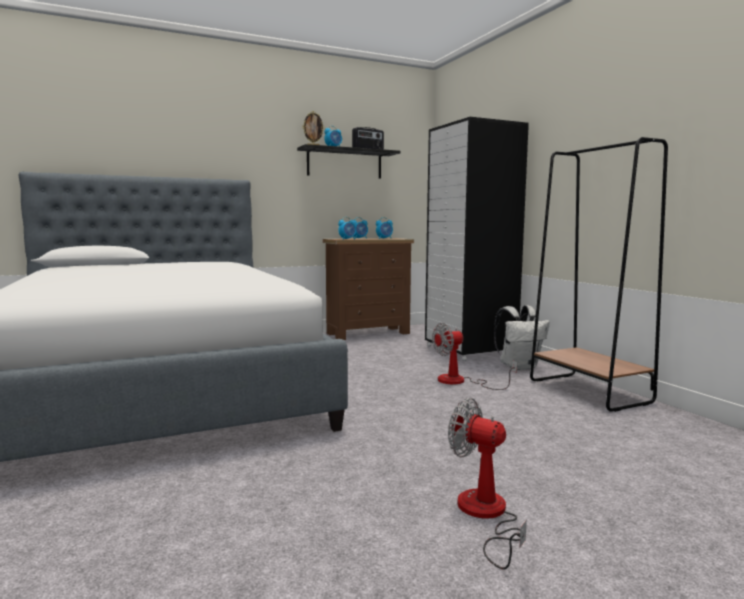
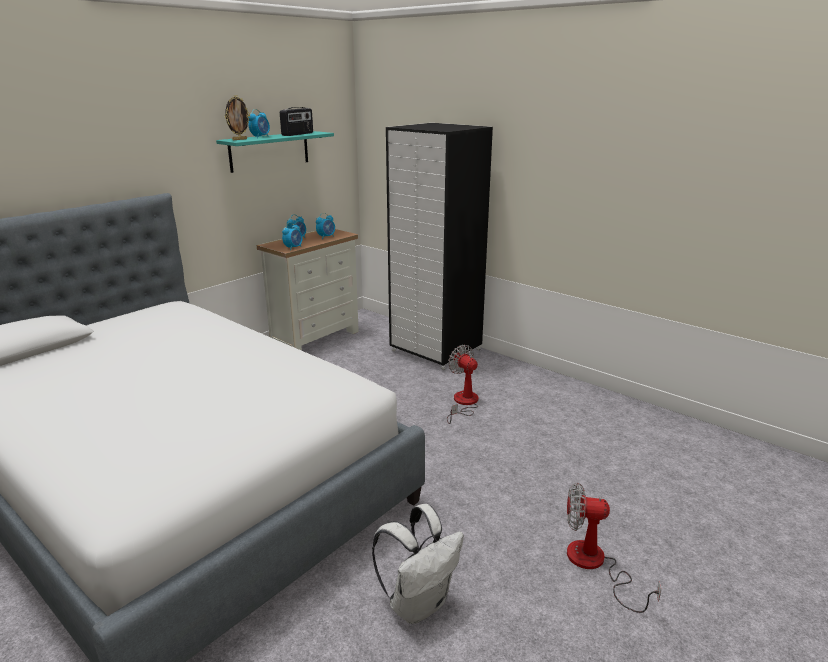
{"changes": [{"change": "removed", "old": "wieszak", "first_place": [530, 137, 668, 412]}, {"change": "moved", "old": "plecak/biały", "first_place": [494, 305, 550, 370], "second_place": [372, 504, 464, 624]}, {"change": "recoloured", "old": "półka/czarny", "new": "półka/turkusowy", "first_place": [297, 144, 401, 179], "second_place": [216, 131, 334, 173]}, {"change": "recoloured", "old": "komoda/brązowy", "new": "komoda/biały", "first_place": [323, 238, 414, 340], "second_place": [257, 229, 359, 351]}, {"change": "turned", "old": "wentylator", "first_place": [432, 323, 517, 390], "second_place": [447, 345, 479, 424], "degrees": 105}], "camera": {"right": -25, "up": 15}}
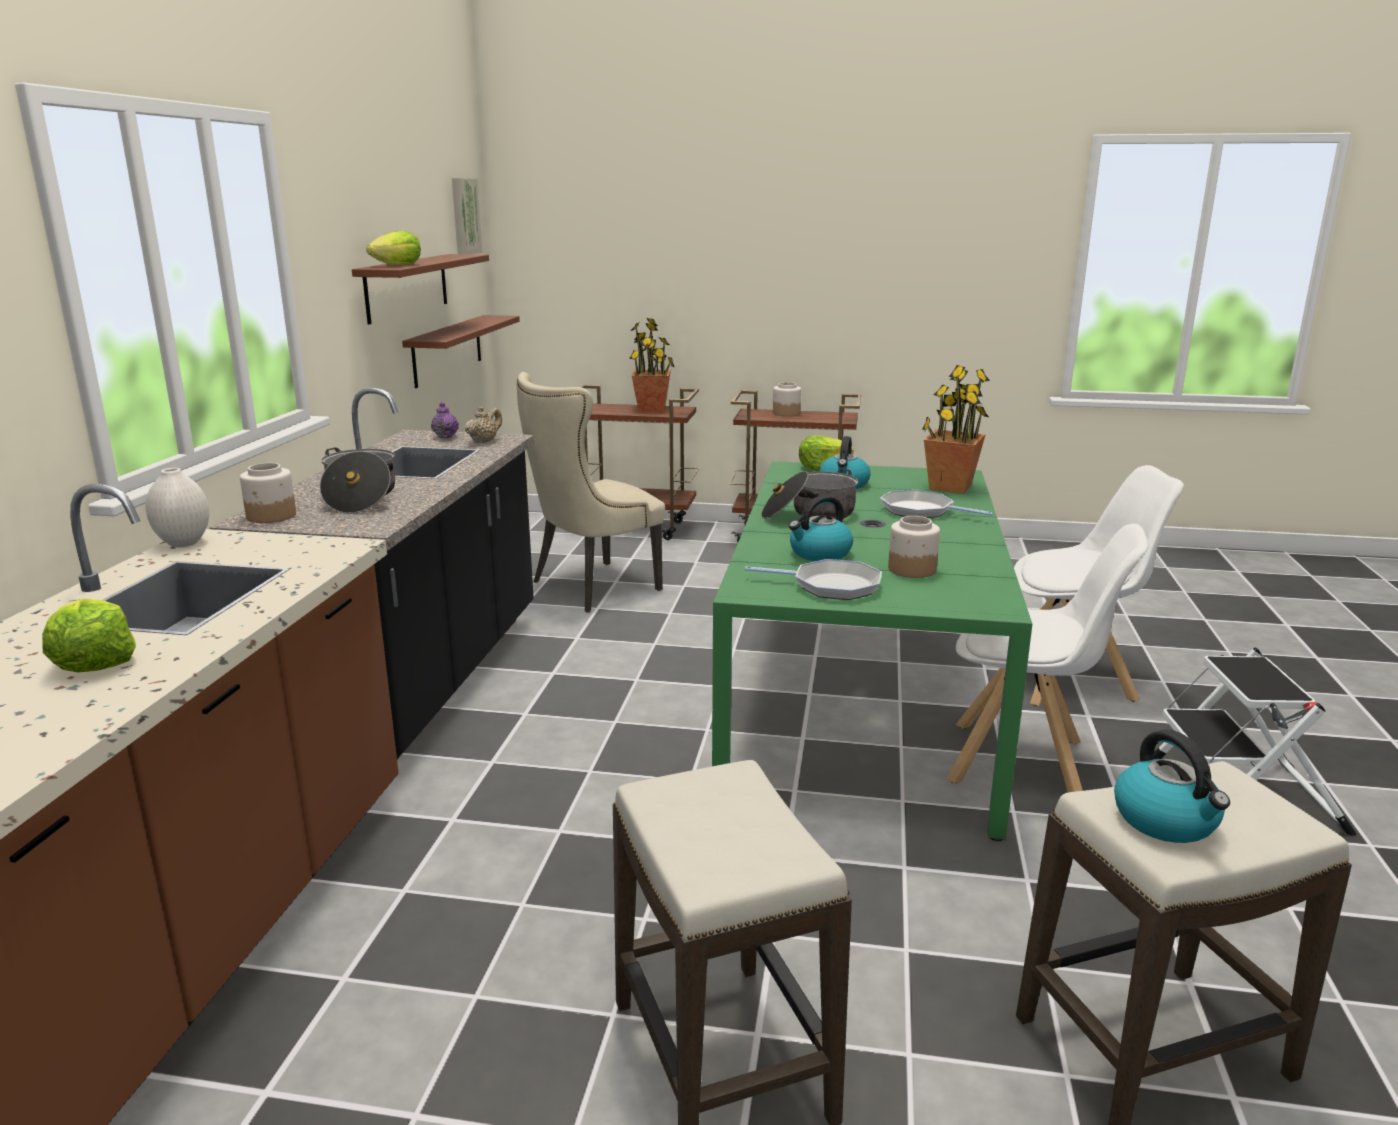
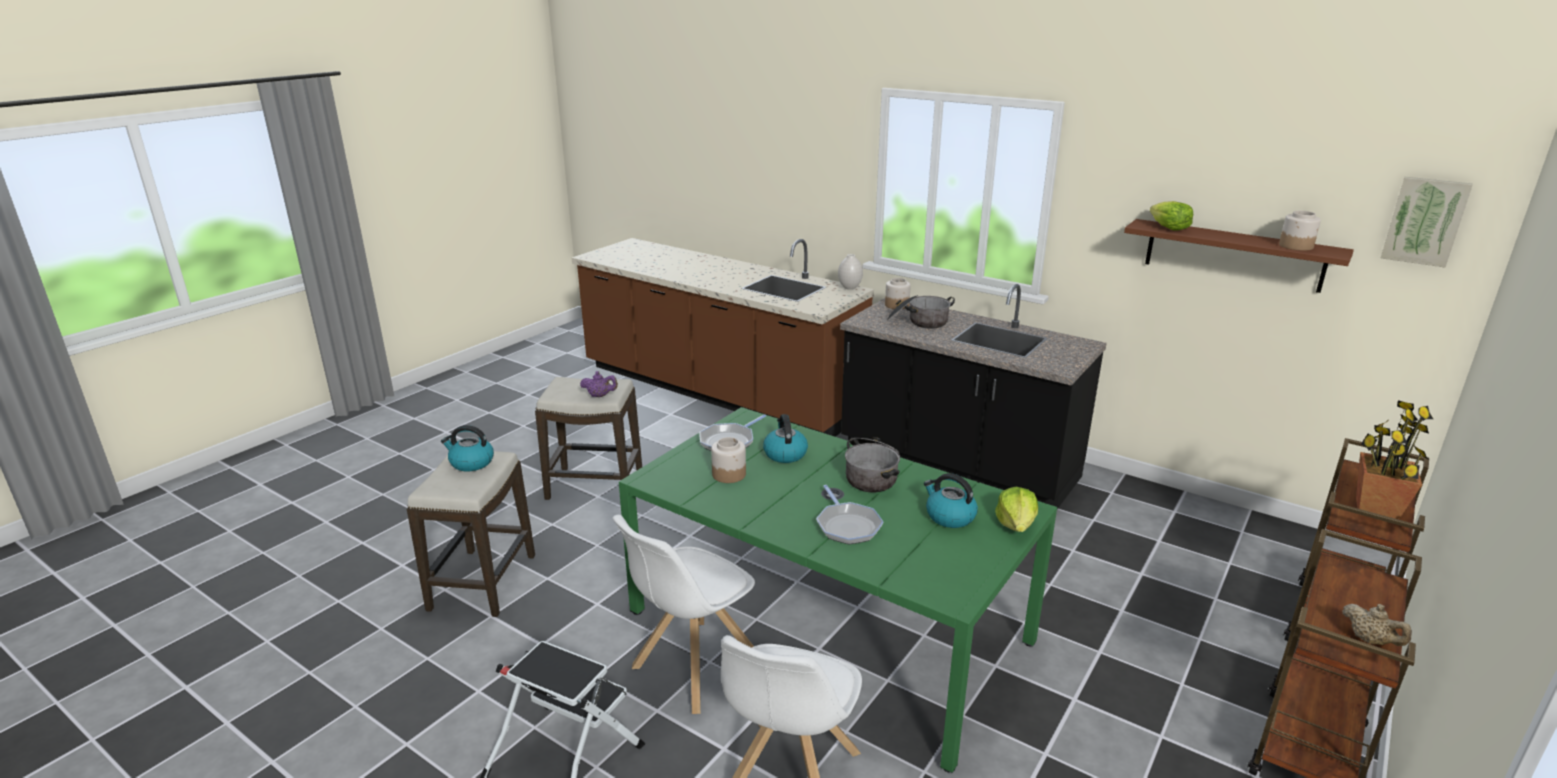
{"changes": [{"change": "removed", "old": "sałata", "first_place": [42, 598, 136, 672]}, {"change": "removed", "old": "półka/brązowy", "first_place": [402, 315, 520, 388]}, {"change": "removed", "old": "krzesło/beżowy", "first_place": [517, 372, 665, 613]}, {"change": "removed", "old": "roślina doniczkowa", "first_place": [922, 365, 990, 494]}, {"change": "moved", "old": "imbryk/fioletowy", "first_place": [431, 402, 459, 438], "second_place": [580, 371, 618, 397]}, {"change": "moved", "old": "imbryk/beżowy", "first_place": [465, 406, 502, 443], "second_place": [1342, 604, 1412, 646]}, {"change": "moved", "old": "słoik", "first_place": [773, 382, 801, 417], "second_place": [1279, 211, 1321, 251]}, {"change": "turned", "old": "patelnia", "first_place": [880, 490, 993, 518], "second_place": [816, 485, 883, 544], "degrees": 105}], "camera": {"right": 115, "up": 5}}
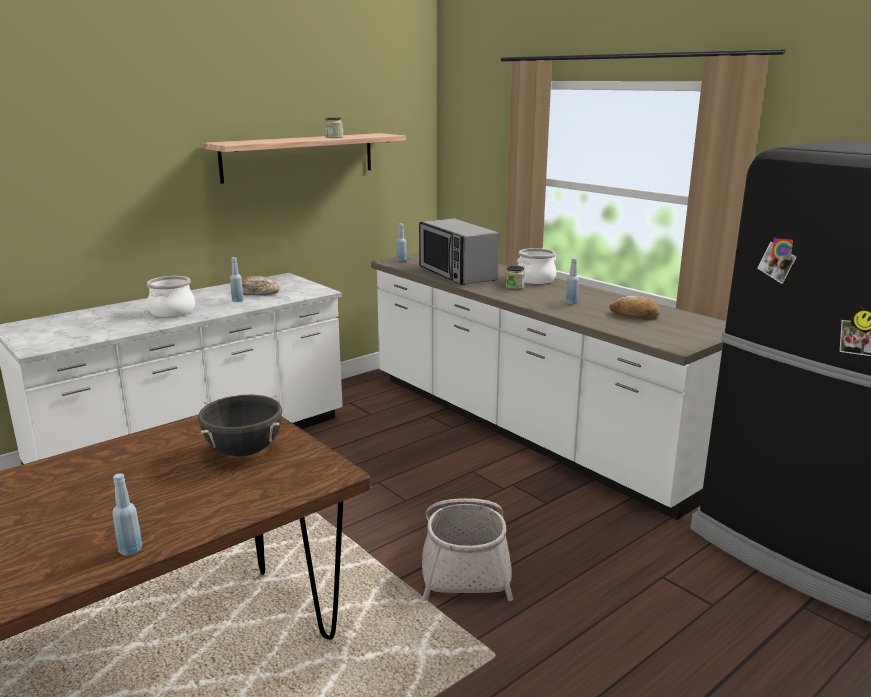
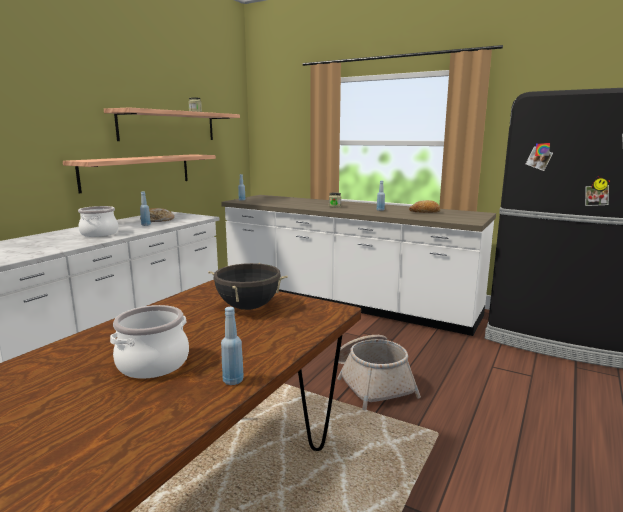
{"changes": [{"change": "removed", "old": "mikrofalówka", "first_place": [419, 218, 499, 285]}, {"change": "added", "new": "półka", "second_place": [63, 154, 216, 194]}, {"change": "moved", "old": "garnek", "first_place": [517, 248, 556, 284], "second_place": [110, 305, 189, 379]}], "camera": {"right": -20, "up": -5}}
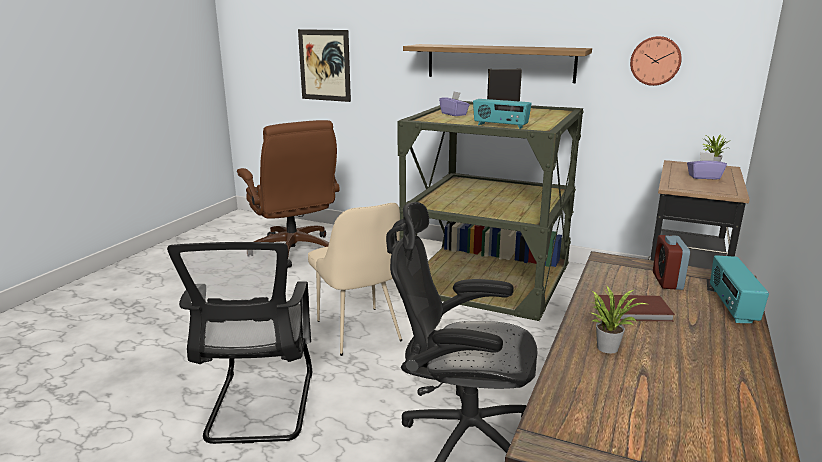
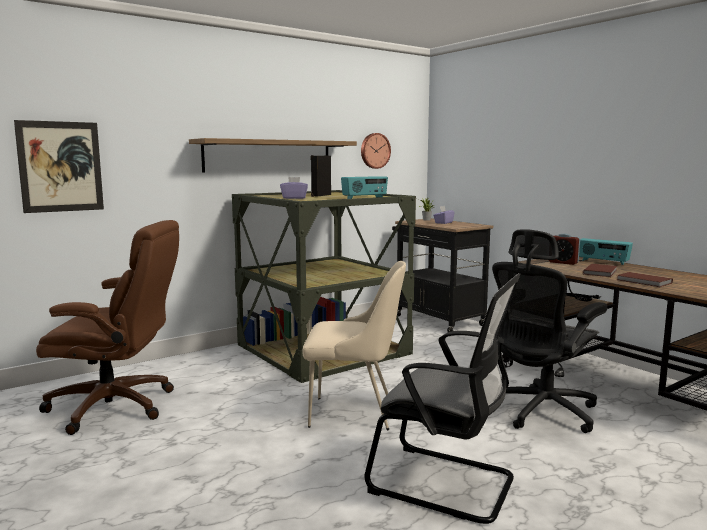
{"changes": [{"change": "replaced", "old": "roślina doniczkowa", "new": "książka/brązowy", "first_place": [590, 286, 646, 353], "second_place": [617, 272, 673, 287]}], "camera": {"right": -60, "up": -10}}
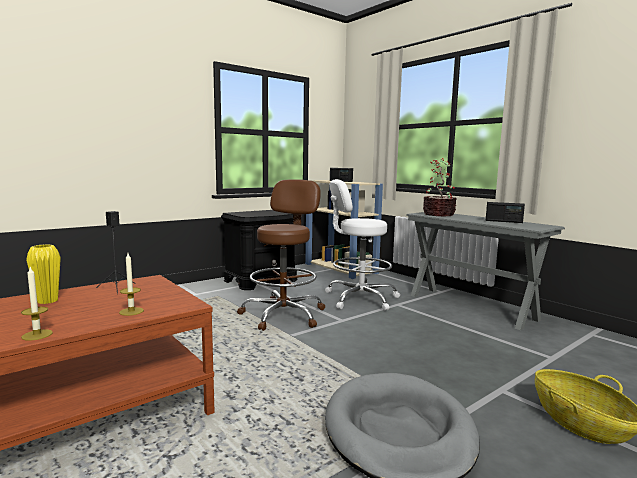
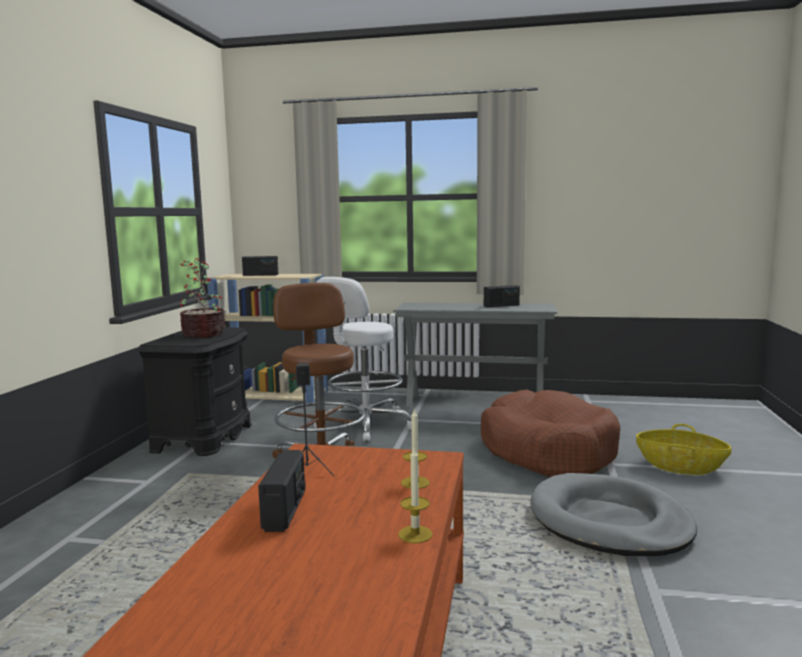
{"changes": [{"change": "added", "new": "legowisko/brązowy", "second_place": [481, 390, 620, 477]}, {"change": "moved", "old": "roślina doniczkowa", "first_place": [423, 158, 457, 216], "second_place": [180, 258, 226, 338]}, {"change": "replaced", "old": "wazon/żółty", "new": "radio", "first_place": [26, 244, 61, 304], "second_place": [258, 450, 306, 532]}], "camera": {"right": -40, "up": 0}}
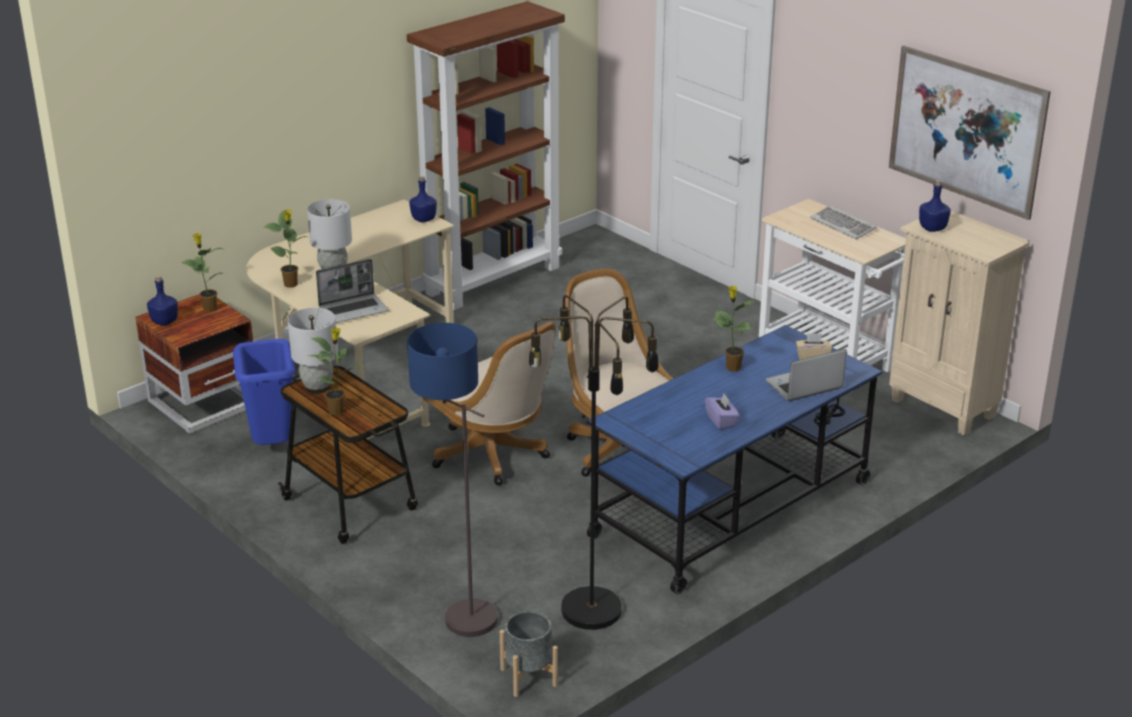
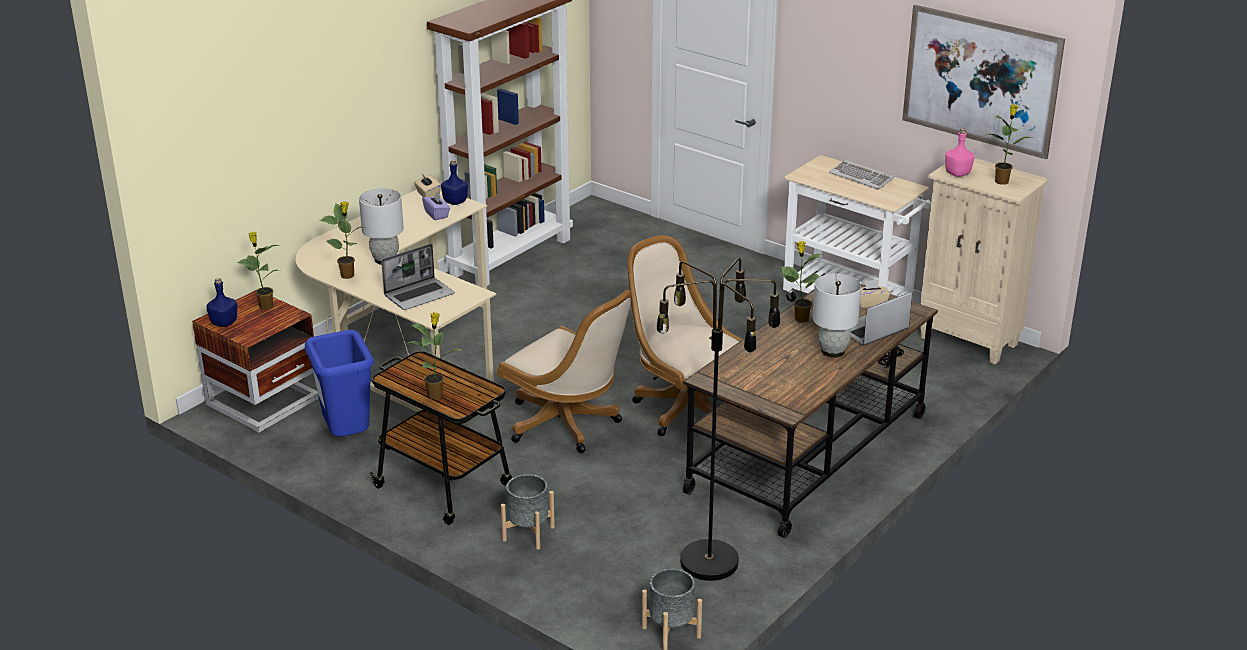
{"changes": [{"change": "removed", "old": "lampa stojąca/niebieski", "first_place": [407, 323, 498, 637]}, {"change": "added", "new": "pudełko chusteczek/beżowy", "second_place": [414, 174, 441, 197]}, {"change": "added", "new": "donica/szary", "second_place": [501, 474, 555, 550]}, {"change": "added", "new": "roślina doniczkowa", "second_place": [986, 104, 1033, 185]}, {"change": "moved", "old": "lampa stołowa/biały", "first_place": [288, 308, 338, 394], "second_place": [812, 274, 861, 358]}, {"change": "moved", "old": "pudełko chusteczek/fioletowy", "first_place": [705, 394, 740, 429], "second_place": [422, 191, 450, 220]}, {"change": "recoloured", "old": "biurko/niebieski", "new": "biurko/brązowy", "first_place": [587, 325, 882, 594], "second_place": [683, 284, 938, 538]}, {"change": "recoloured", "old": "butelka/niebieski", "new": "butelka/różowy", "first_place": [919, 180, 951, 232], "second_place": [945, 128, 975, 177]}], "camera": {"right": -10, "up": 0}}
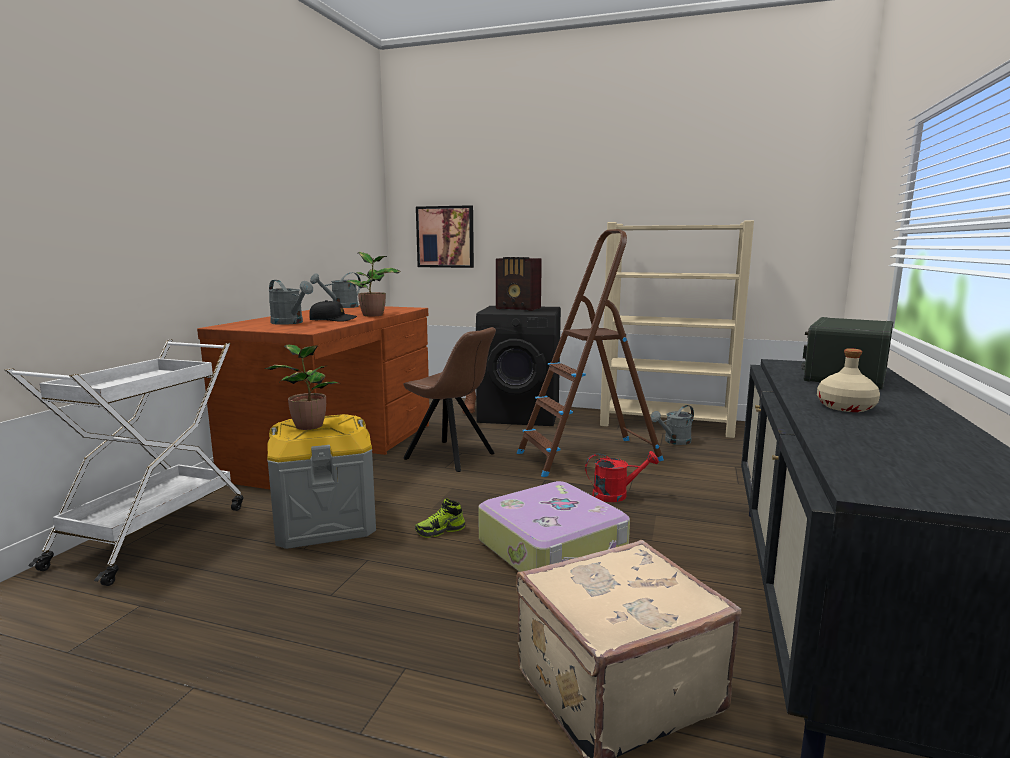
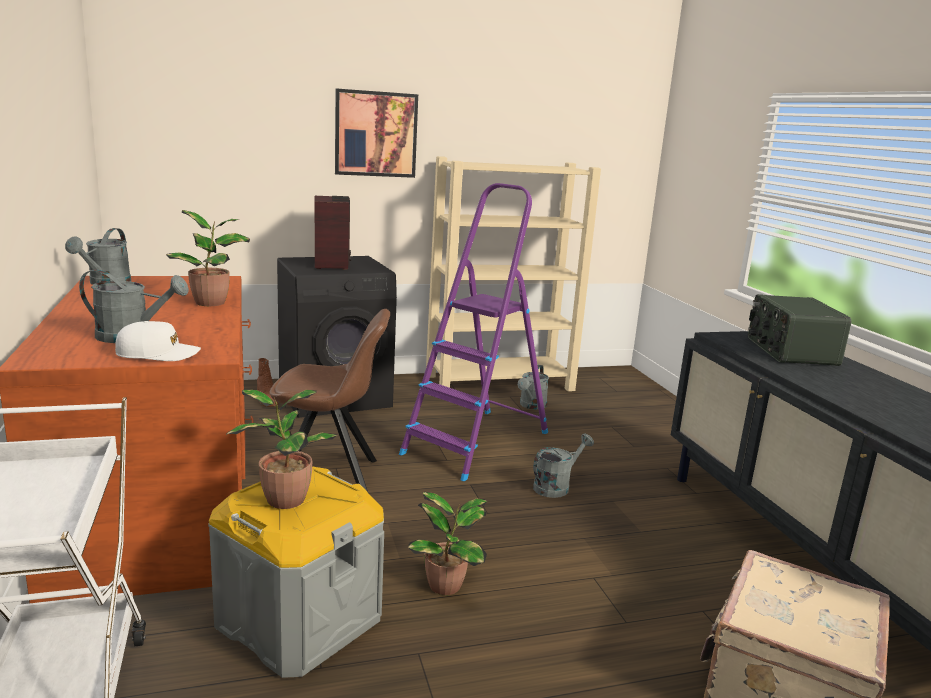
{"changes": [{"change": "removed", "old": "czapka z daszkiem/czarny", "first_place": [309, 300, 357, 322]}, {"change": "removed", "old": "walizka", "first_place": [478, 481, 630, 572]}, {"change": "removed", "old": "butelka/beżowy", "first_place": [817, 348, 880, 412]}, {"change": "added", "new": "czapka z daszkiem/biały", "second_place": [115, 321, 201, 361]}, {"change": "moved", "old": "obraz", "first_place": [416, 205, 474, 268], "second_place": [335, 89, 418, 178]}, {"change": "replaced", "old": "but", "new": "roślina doniczkowa", "first_place": [415, 498, 465, 538], "second_place": [408, 492, 487, 595]}, {"change": "recoloured", "old": "drabinka/brązowy", "new": "drabinka/fioletowy", "first_place": [517, 229, 664, 477], "second_place": [399, 183, 548, 481]}, {"change": "recoloured", "old": "konewka/czerwony", "new": "konewka/szary", "first_place": [585, 451, 659, 502], "second_place": [533, 434, 594, 498]}, {"change": "turned", "old": "radio", "first_place": [496, 257, 542, 311], "second_place": [315, 196, 351, 270], "degrees": -90}], "camera": {"right": -35, "up": 5}}
